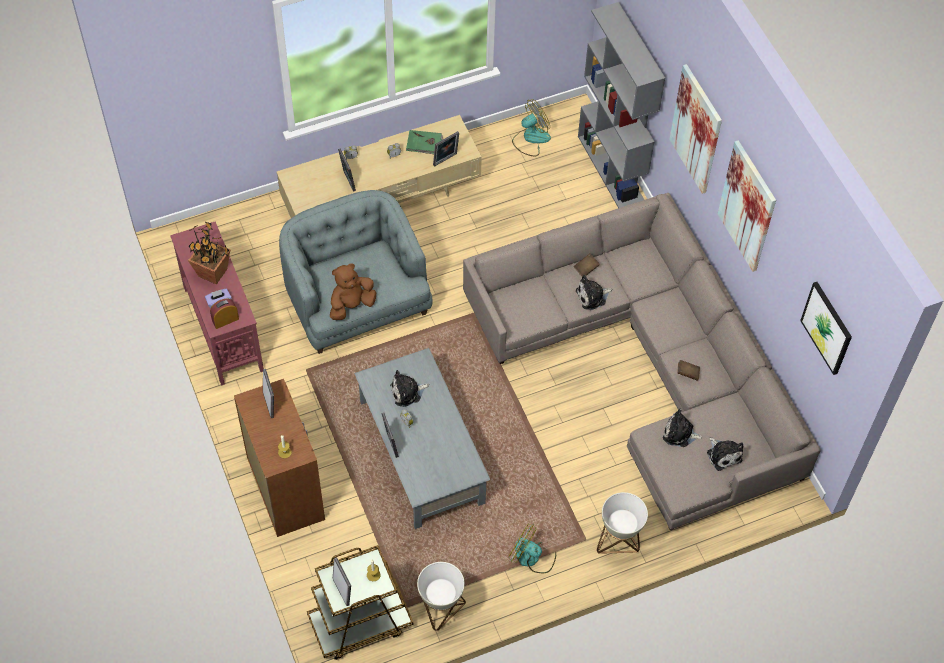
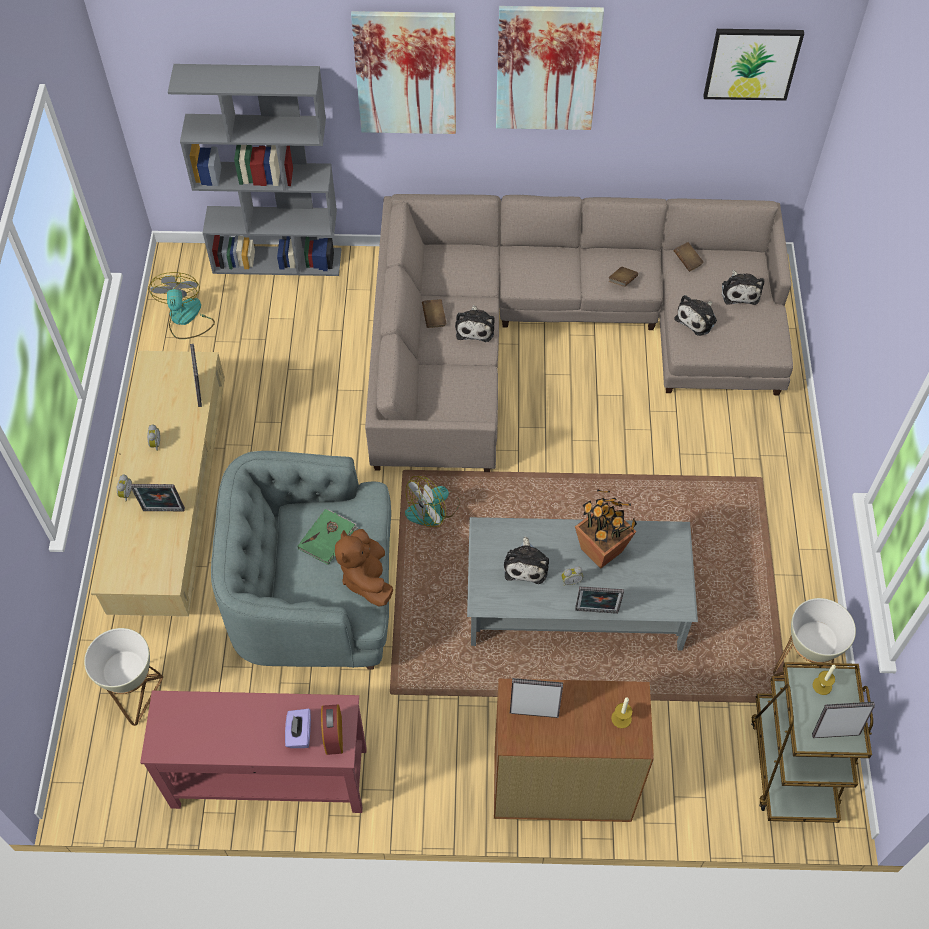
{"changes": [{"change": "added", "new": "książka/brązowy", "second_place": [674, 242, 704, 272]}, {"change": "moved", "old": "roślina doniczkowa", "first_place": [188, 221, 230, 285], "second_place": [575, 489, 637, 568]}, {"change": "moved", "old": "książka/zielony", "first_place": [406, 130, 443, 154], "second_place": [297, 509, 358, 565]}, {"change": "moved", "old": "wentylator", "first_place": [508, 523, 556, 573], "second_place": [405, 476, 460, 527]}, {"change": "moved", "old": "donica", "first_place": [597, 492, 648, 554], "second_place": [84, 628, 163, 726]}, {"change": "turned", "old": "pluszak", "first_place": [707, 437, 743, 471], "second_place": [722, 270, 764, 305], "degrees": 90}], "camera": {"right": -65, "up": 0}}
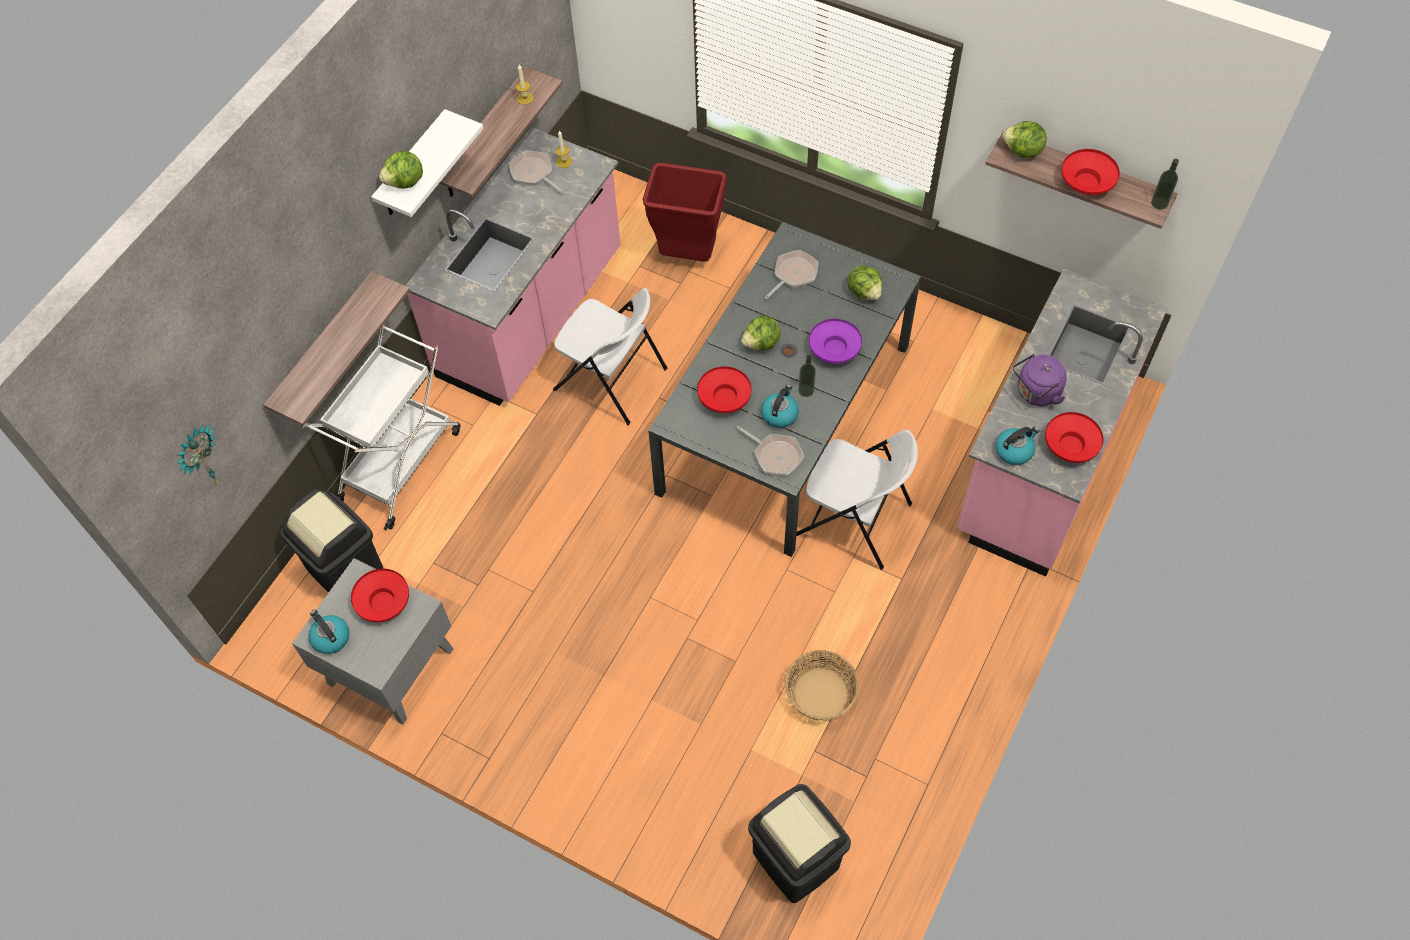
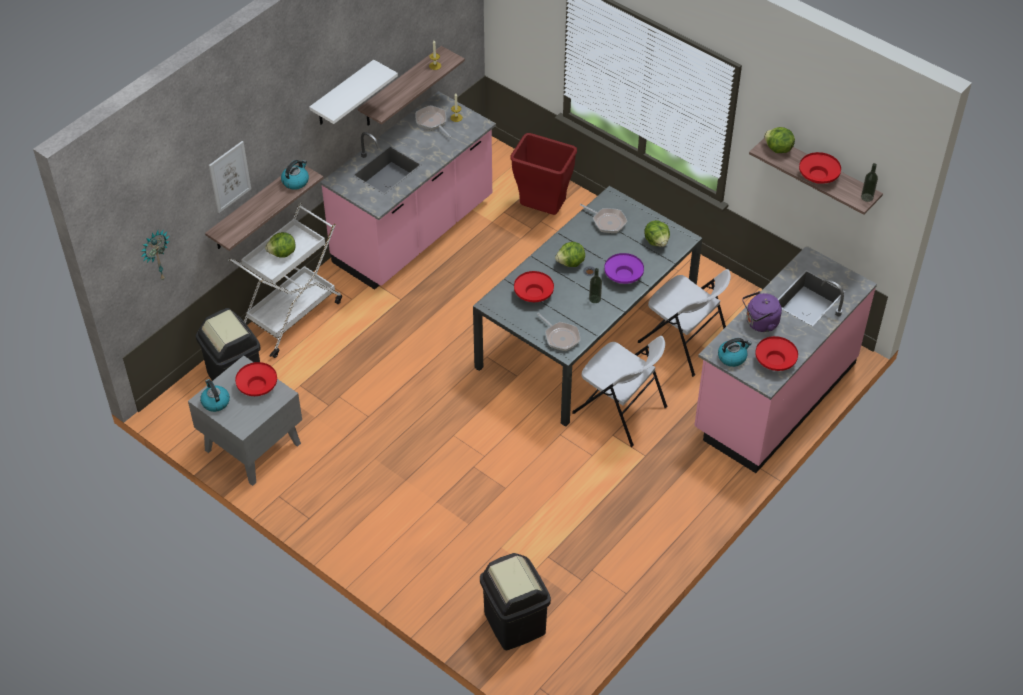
{"changes": [{"change": "removed", "old": "koszyk", "first_place": [785, 650, 859, 721]}, {"change": "added", "new": "obraz", "second_place": [209, 141, 251, 213]}, {"change": "moved", "old": "sałata", "first_place": [379, 151, 423, 189], "second_place": [265, 232, 296, 257]}, {"change": "moved", "old": "krzesło/biały", "first_place": [553, 288, 668, 425], "second_place": [638, 269, 731, 377]}, {"change": "moved", "old": "czajnik", "first_place": [761, 384, 799, 428], "second_place": [281, 160, 309, 190]}, {"change": "turned", "old": "patelnia", "first_place": [764, 250, 818, 299], "second_place": [580, 204, 628, 233], "degrees": 75}], "camera": {"right": 10, "up": -10}}
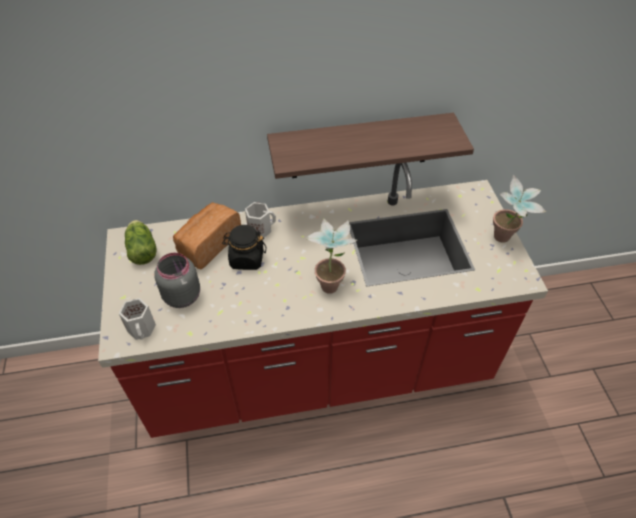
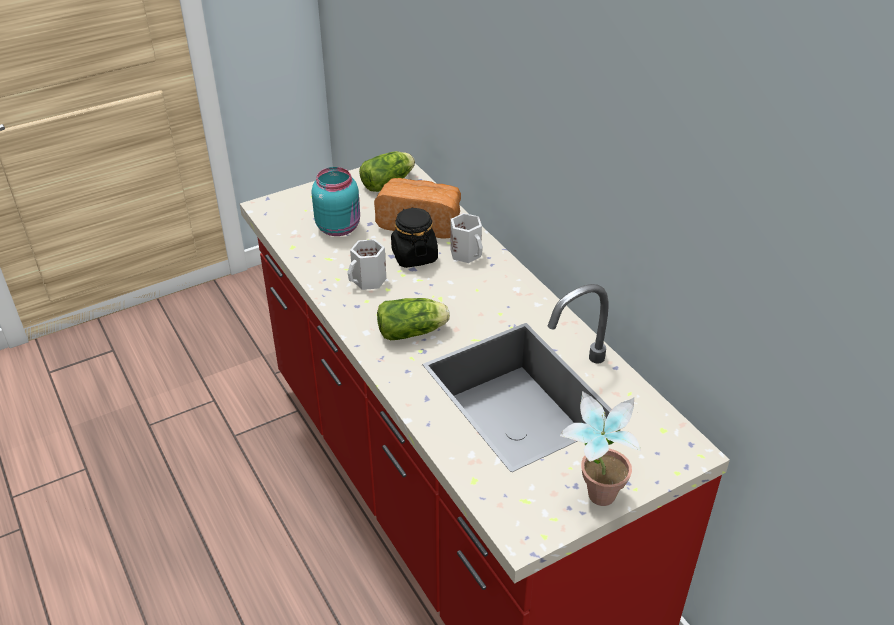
{"changes": [{"change": "removed", "old": "półka", "first_place": [267, 113, 474, 179]}, {"change": "moved", "old": "kubek/biały", "first_place": [119, 298, 156, 340], "second_place": [347, 239, 386, 290]}, {"change": "replaced", "old": "roślina doniczkowa", "new": "sałata", "first_place": [306, 218, 357, 294], "second_place": [377, 298, 450, 340]}, {"change": "recoloured", "old": "słoik/szary", "new": "słoik/turkusowy", "first_place": [154, 253, 200, 308], "second_place": [311, 167, 360, 236]}], "camera": {"right": 70, "up": -10}}
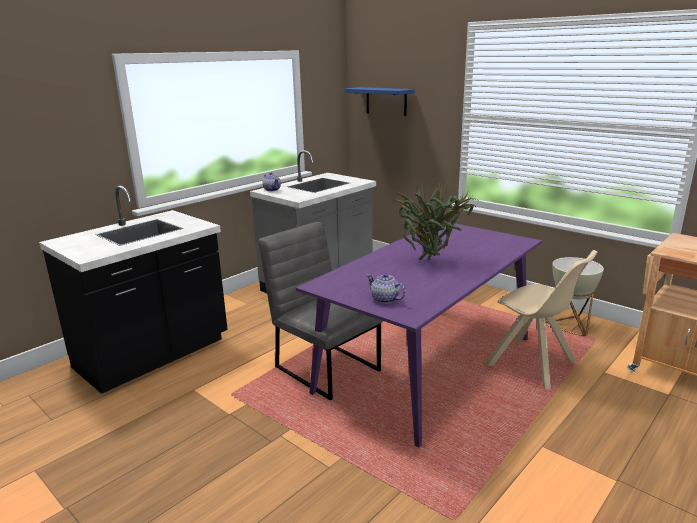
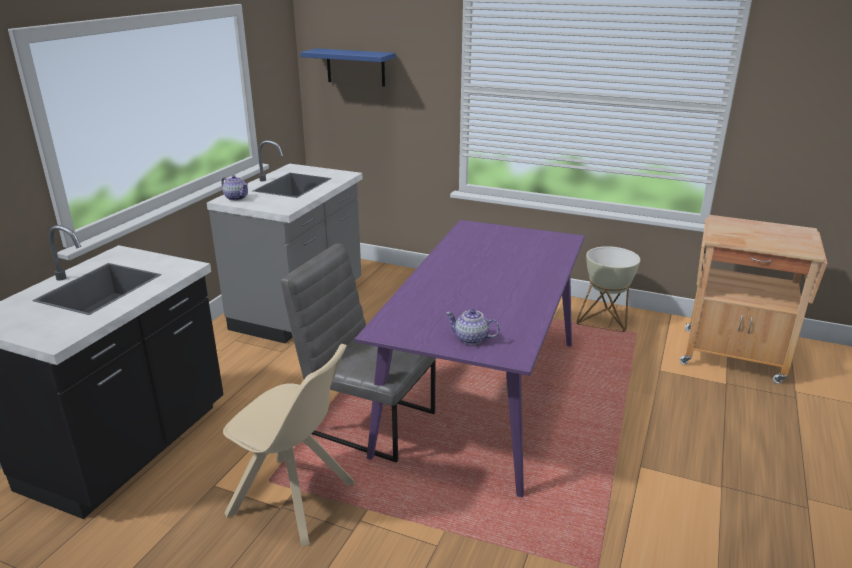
{"changes": [{"change": "removed", "old": "roślina doniczkowa", "first_place": [392, 181, 477, 260]}, {"change": "moved", "old": "krzesło/beżowy", "first_place": [485, 250, 597, 390], "second_place": [223, 344, 356, 546]}], "camera": {"right": -20, "up": 5}}
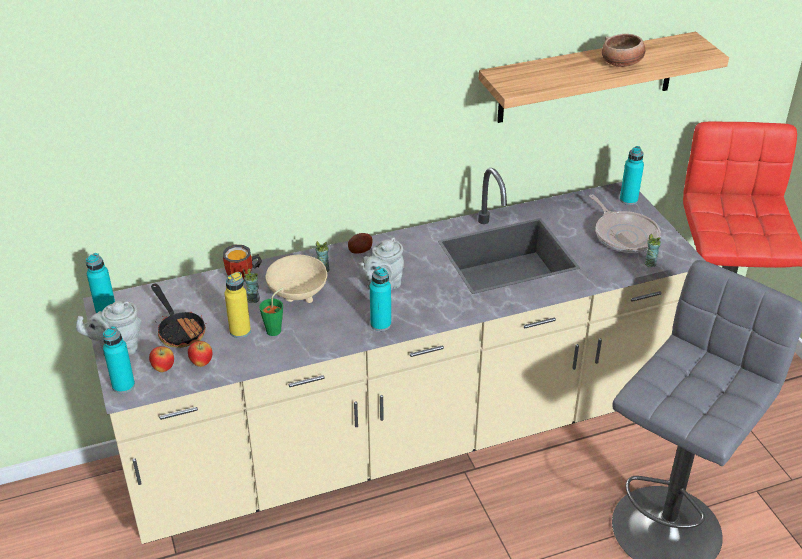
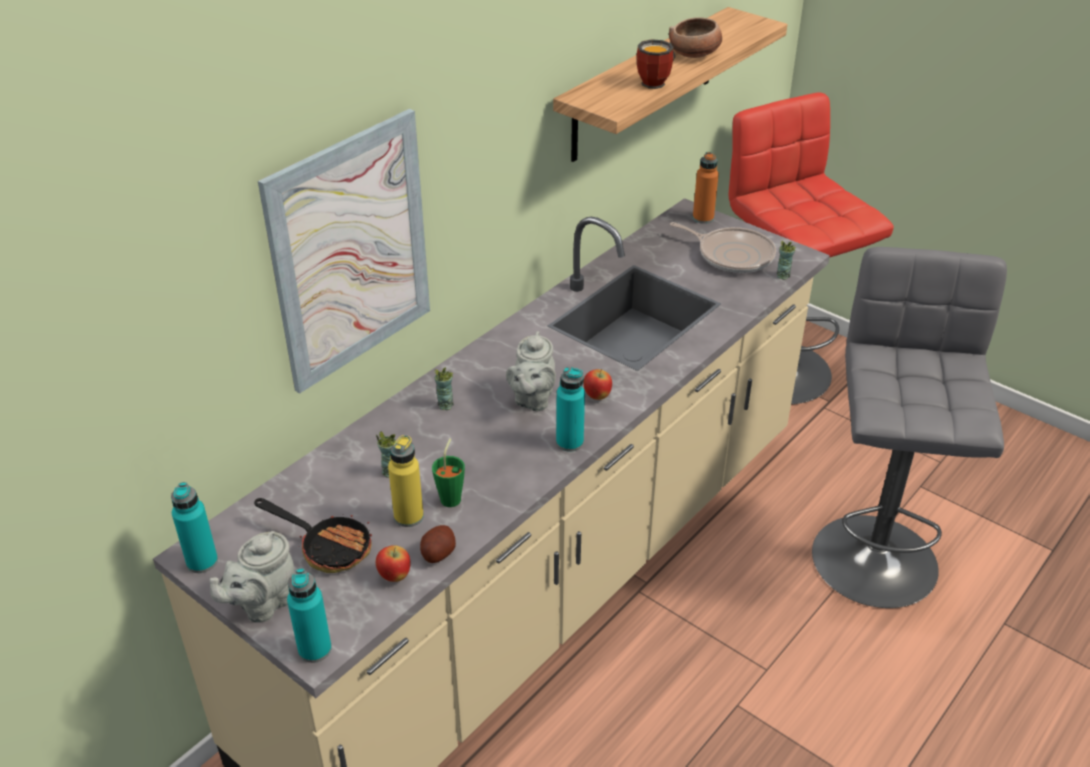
{"changes": [{"change": "removed", "old": "miska/beżowy", "first_place": [266, 255, 327, 303]}, {"change": "added", "new": "obraz", "second_place": [258, 109, 430, 394]}, {"change": "moved", "old": "jabłko", "first_place": [149, 346, 174, 372], "second_place": [583, 369, 612, 400]}, {"change": "moved", "old": "kubek", "first_place": [223, 245, 262, 282], "second_place": [636, 39, 676, 89]}, {"change": "moved", "old": "ziemniak", "first_place": [348, 233, 373, 254], "second_place": [420, 525, 456, 563]}, {"change": "recoloured", "old": "butelka/turkusowy", "new": "butelka/pomarańczowy", "first_place": [620, 146, 644, 205], "second_place": [693, 152, 719, 224]}], "camera": {"right": -30, "up": 0}}
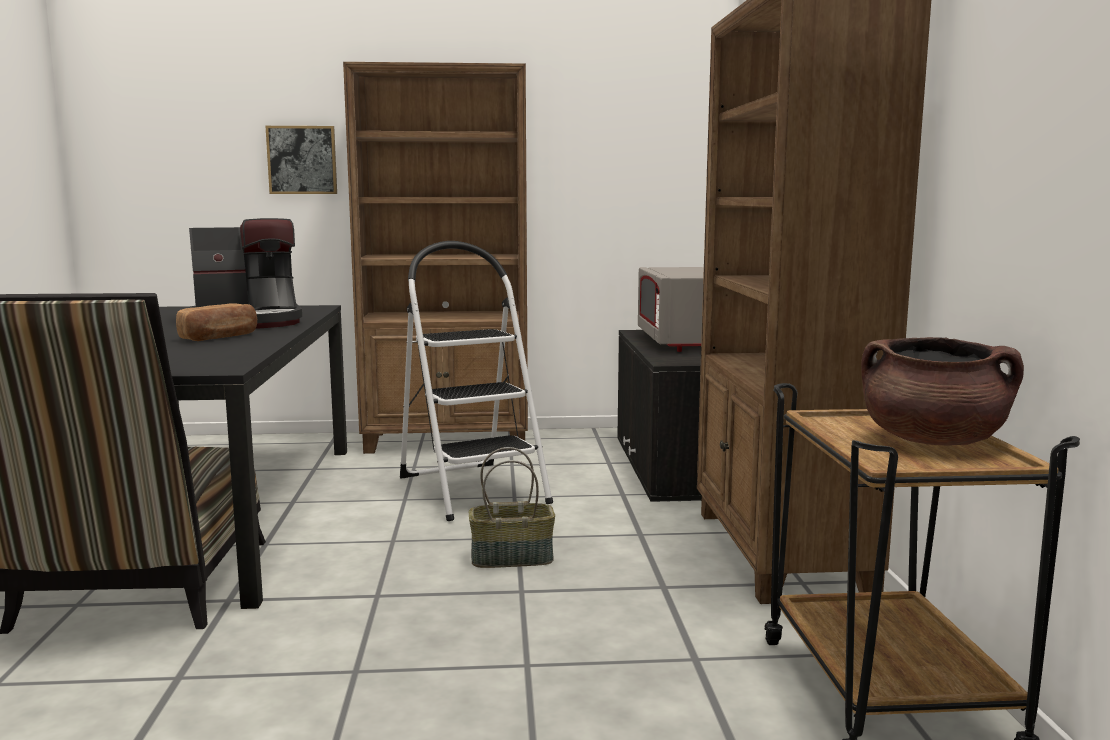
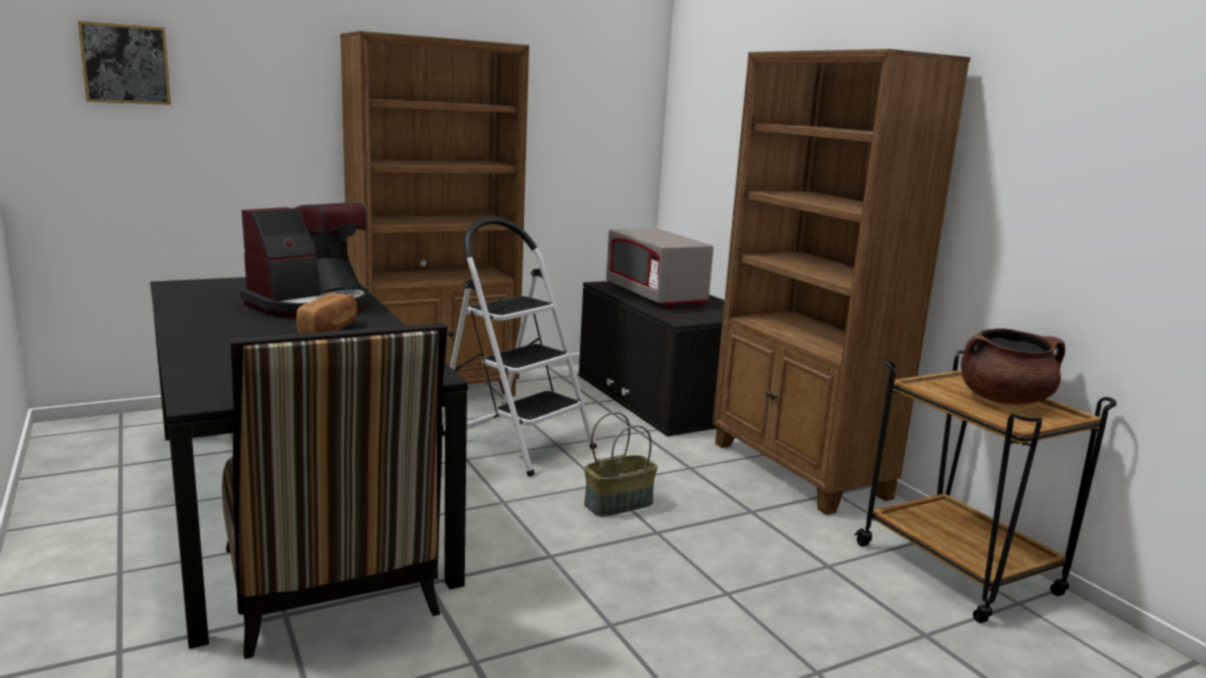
{"changes": [{"change": "moved", "old": "obraz", "first_place": [265, 126, 337, 194], "second_place": [78, 21, 171, 105]}], "camera": {"right": -25, "up": 5}}
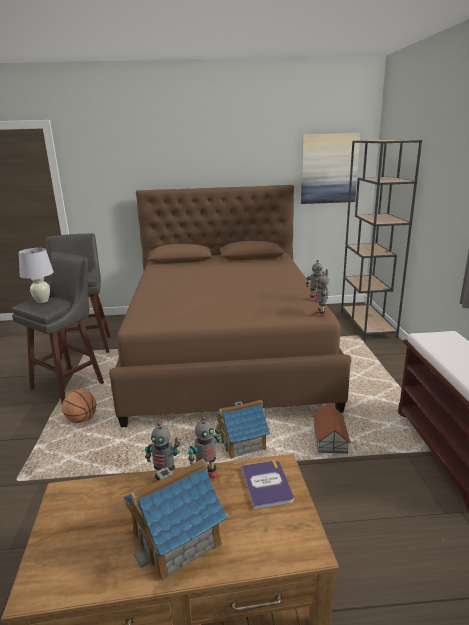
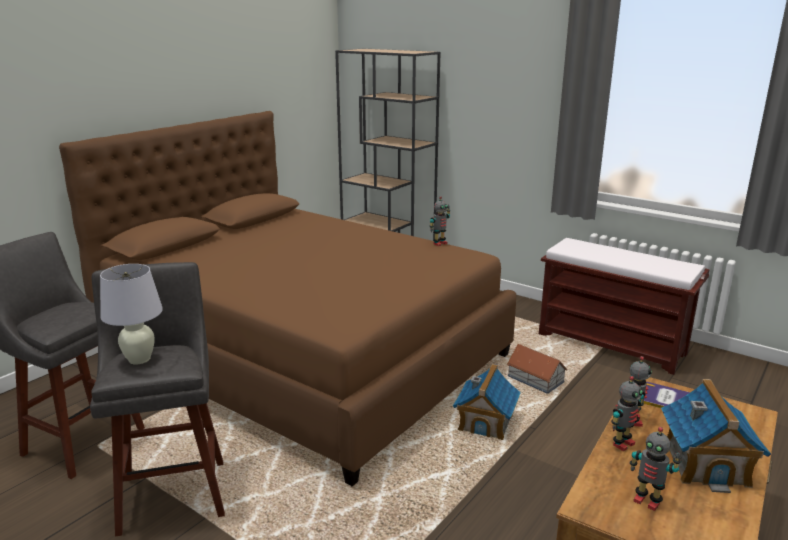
{"changes": [{"change": "removed", "old": "piłka do koszykówki", "first_place": [62, 390, 96, 423]}, {"change": "removed", "old": "obraz", "first_place": [301, 133, 360, 204]}, {"change": "moved", "old": "robot zabawkowy", "first_place": [315, 271, 329, 317], "second_place": [630, 427, 681, 511]}], "camera": {"right": -50, "up": 0}}
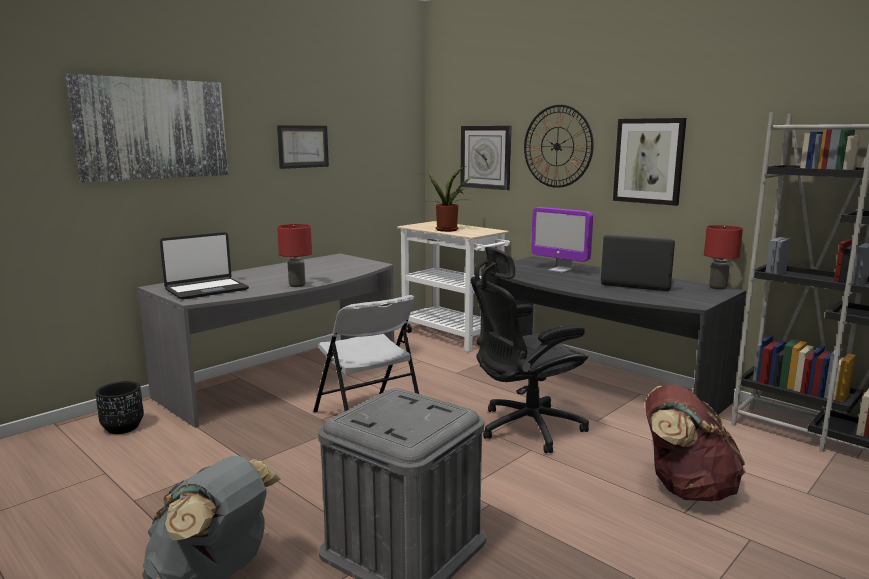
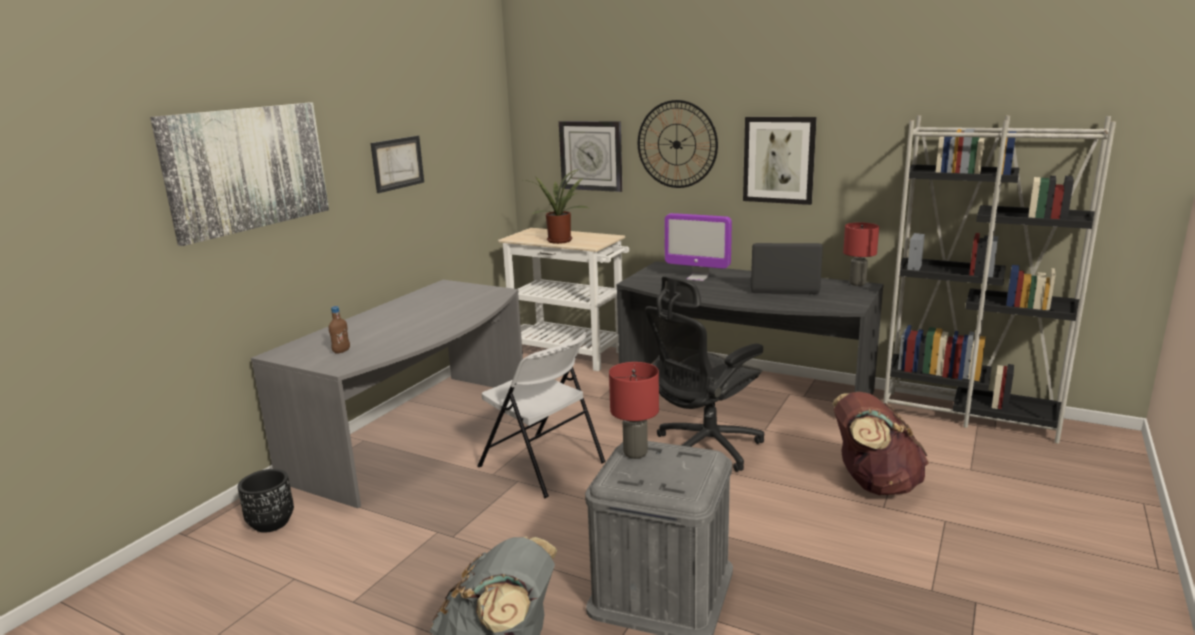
{"changes": [{"change": "moved", "old": "lampa stołowa/czerwony", "first_place": [277, 224, 312, 287], "second_place": [609, 362, 659, 459]}, {"change": "replaced", "old": "laptop", "new": "butelka/brązowy", "first_place": [160, 232, 249, 300], "second_place": [328, 306, 350, 354]}], "camera": {"right": -15, "up": 5}}
